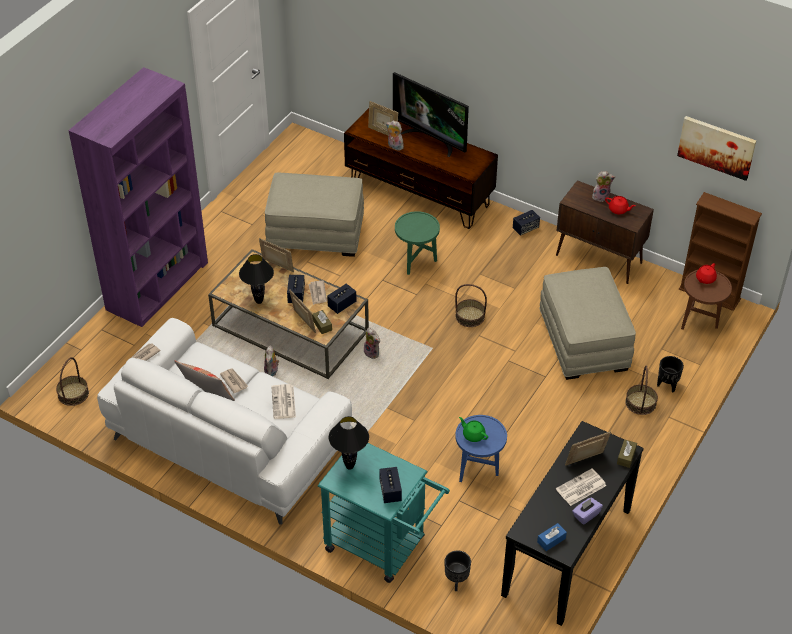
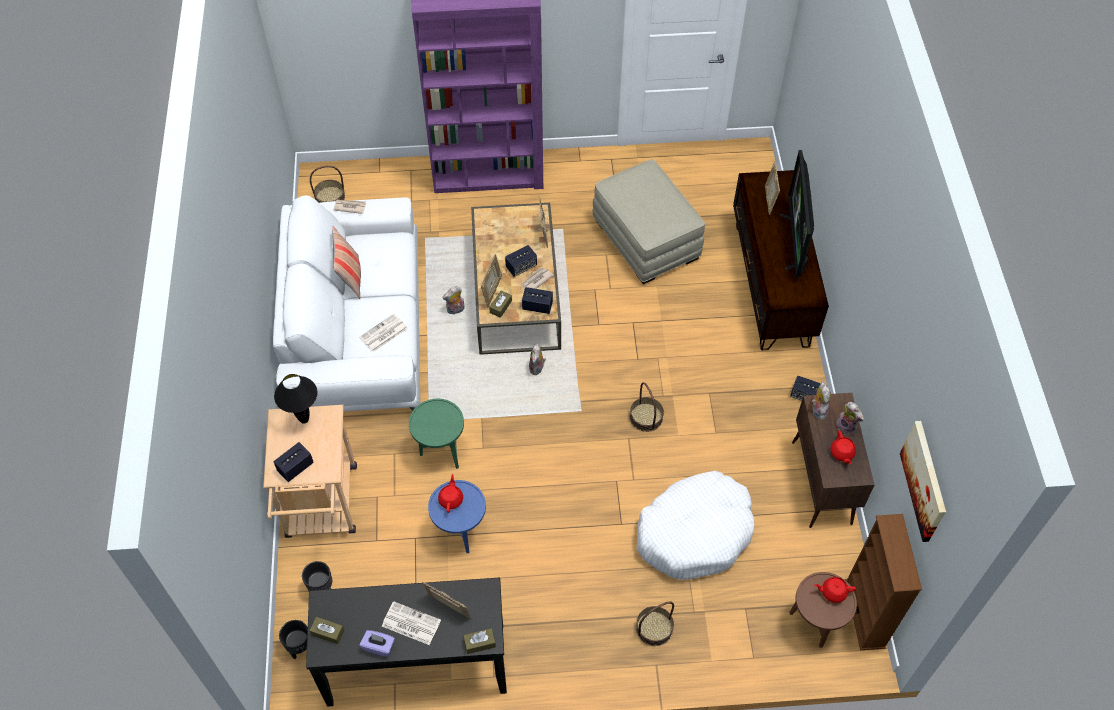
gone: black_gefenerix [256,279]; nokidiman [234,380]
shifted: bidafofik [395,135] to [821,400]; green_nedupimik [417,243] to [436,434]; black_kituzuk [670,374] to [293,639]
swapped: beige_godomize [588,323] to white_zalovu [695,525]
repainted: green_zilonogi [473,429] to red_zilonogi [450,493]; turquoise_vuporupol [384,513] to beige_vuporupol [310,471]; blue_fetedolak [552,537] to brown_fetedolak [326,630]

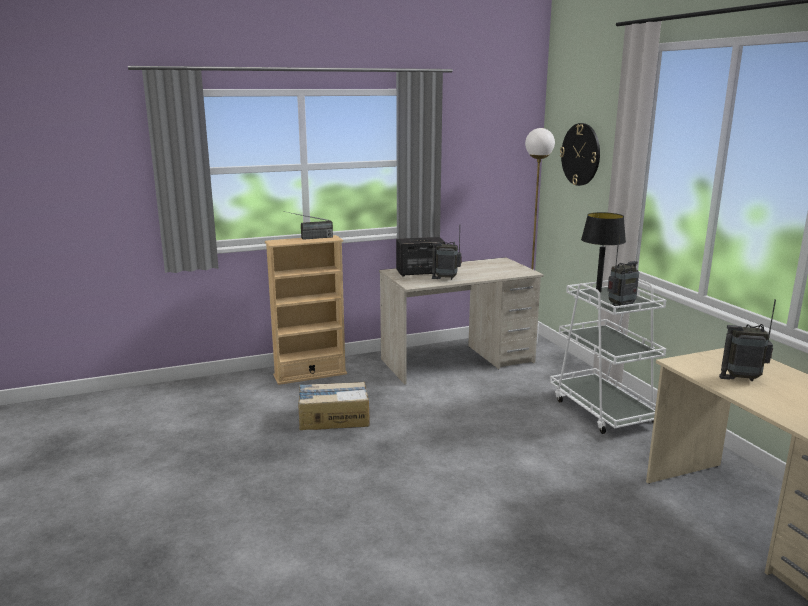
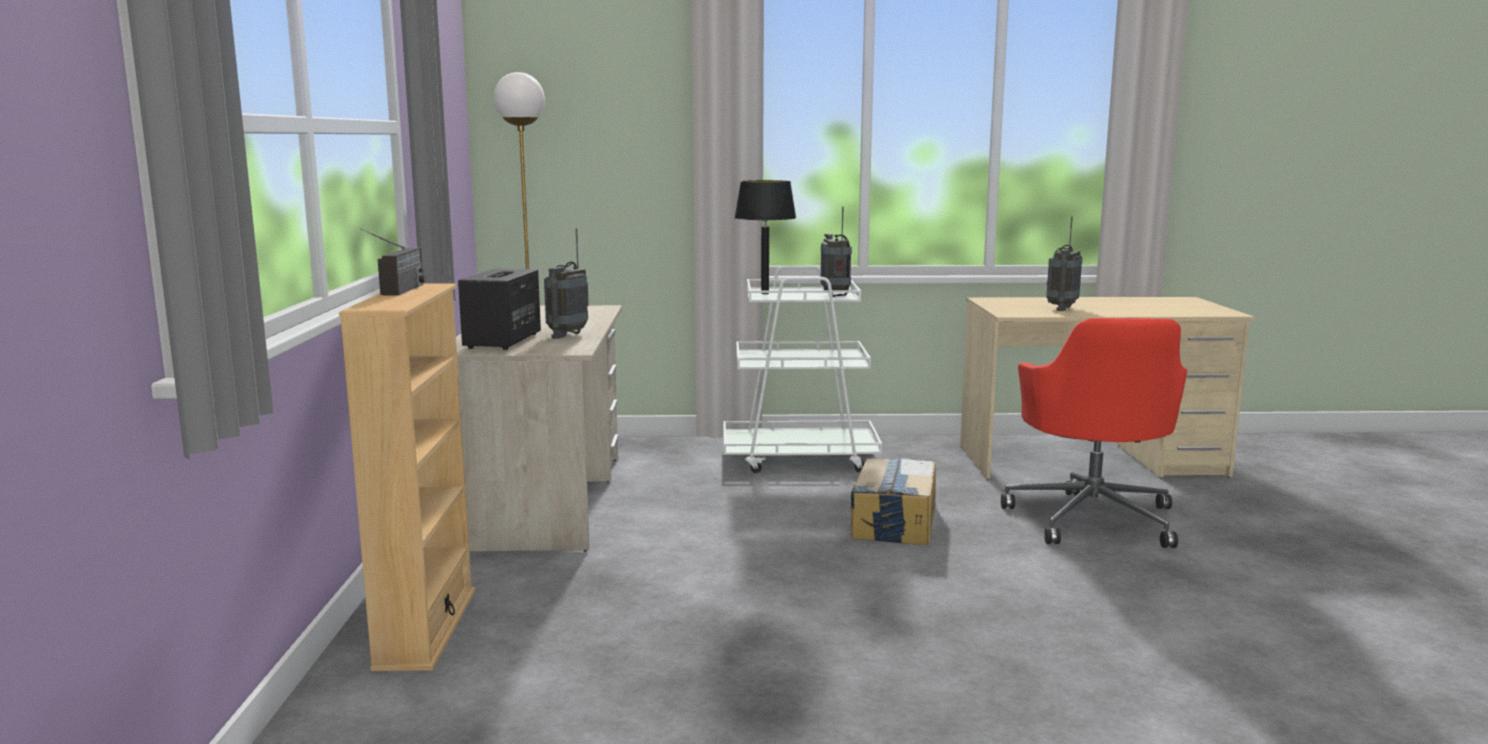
gone: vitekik [580,154]
new: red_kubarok [1094,433]
shifted: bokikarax [333,406] to [893,501]

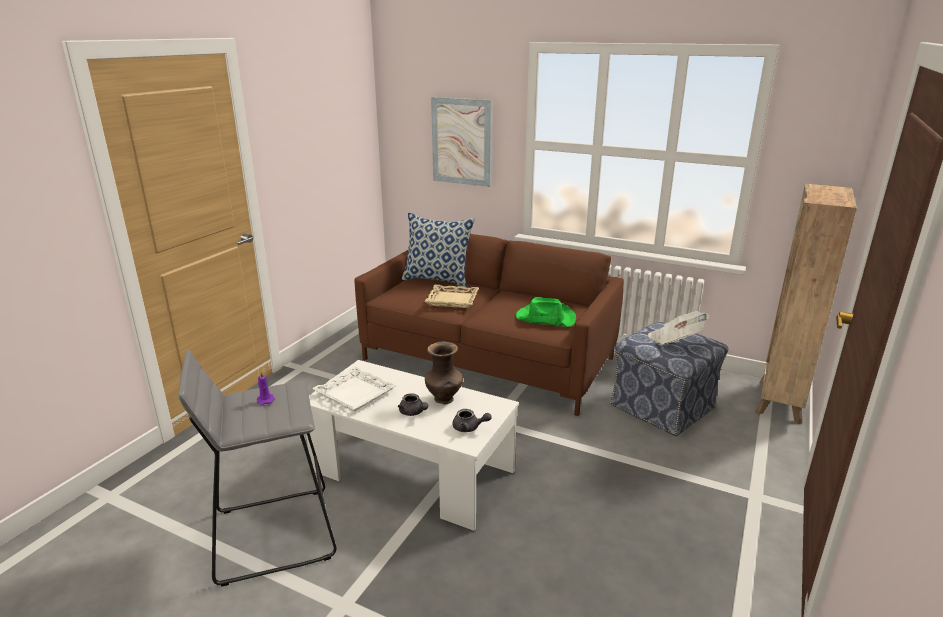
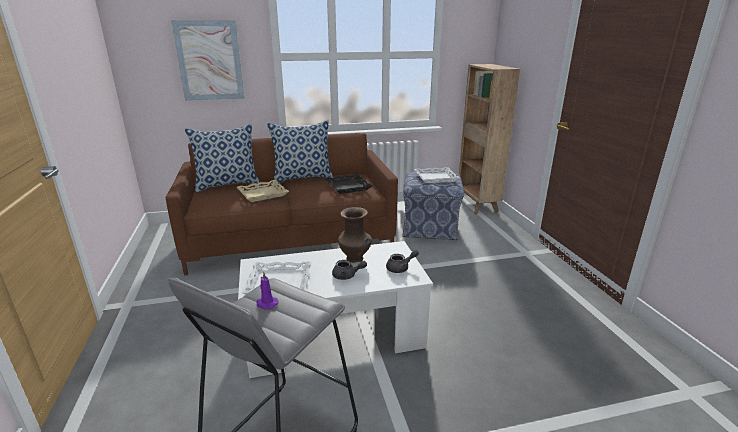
new: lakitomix [300,151]
swapped: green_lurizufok [546,312] to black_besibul [348,183]; nokidiman [679,328] to white_besibul [437,175]

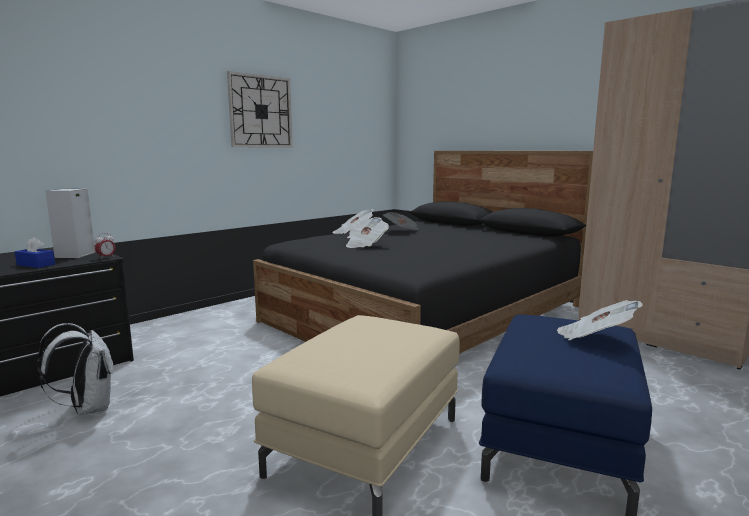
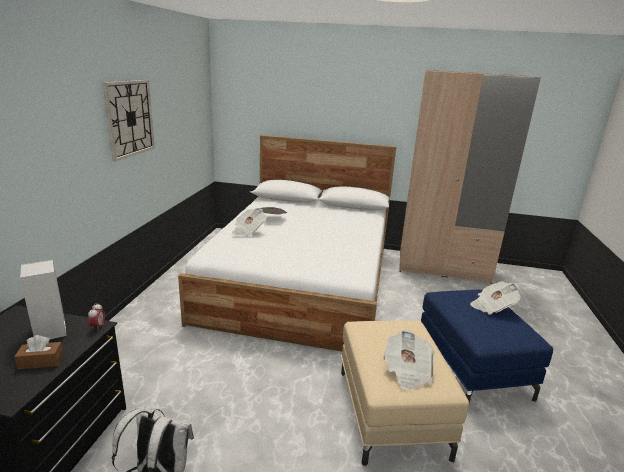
shifted: nokidiman [367,232] to [409,360]
repainted: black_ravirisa [423,252] to white_ravirisa [287,243]; blue_fetedolak [35,252] to brown_fetedolak [39,352]

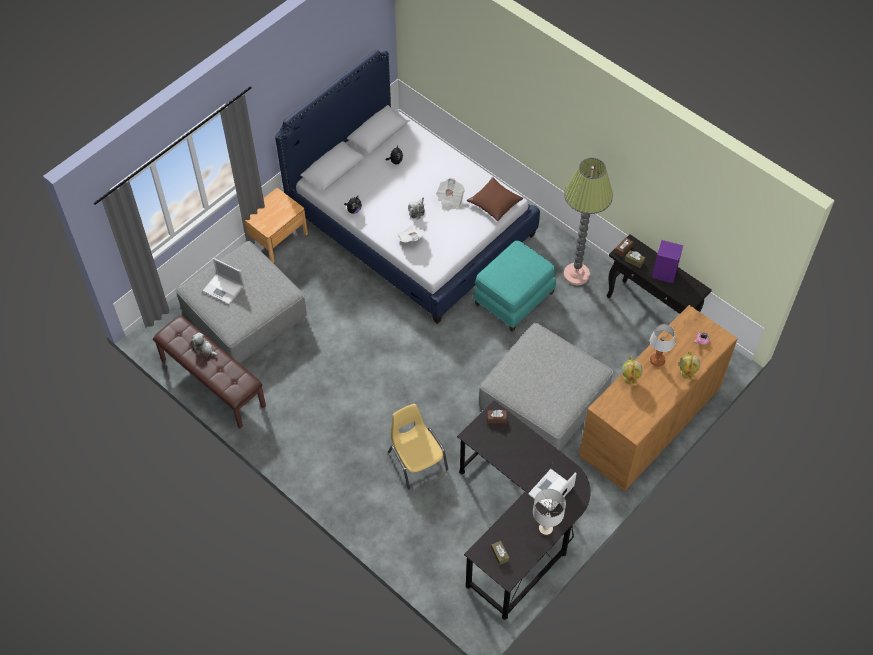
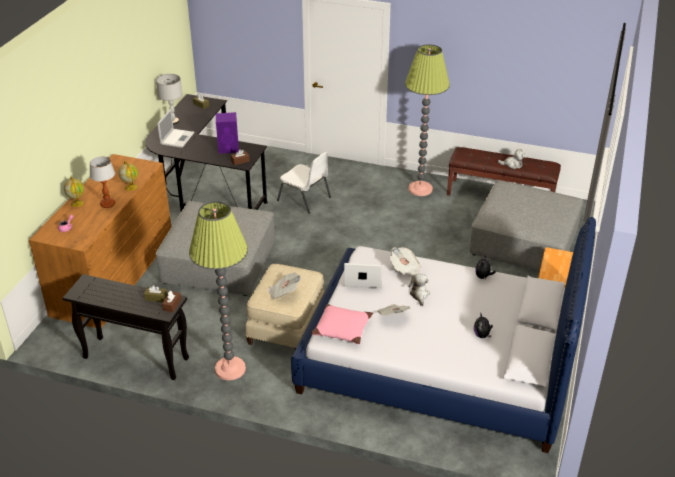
new: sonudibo [427,120]; nokidiman [284,286]
shifted: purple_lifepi [667,261] to [227,133]; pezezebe [223,281] to [363,275]
repainted: brown_lakitomix [495,199] to pink_lakitomix [342,324]; turquoise_godomize [514,286] to beige_godomize [285,307]; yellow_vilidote [418,446] to white_vilidote [304,183]

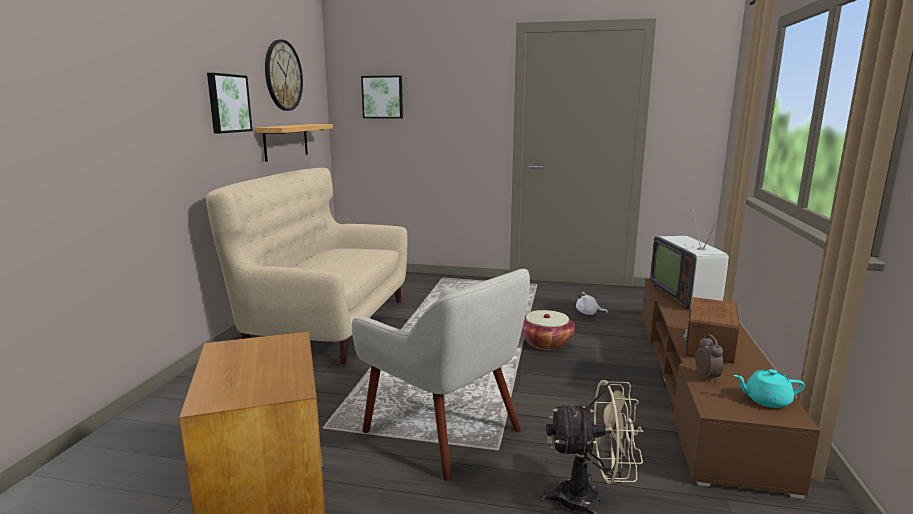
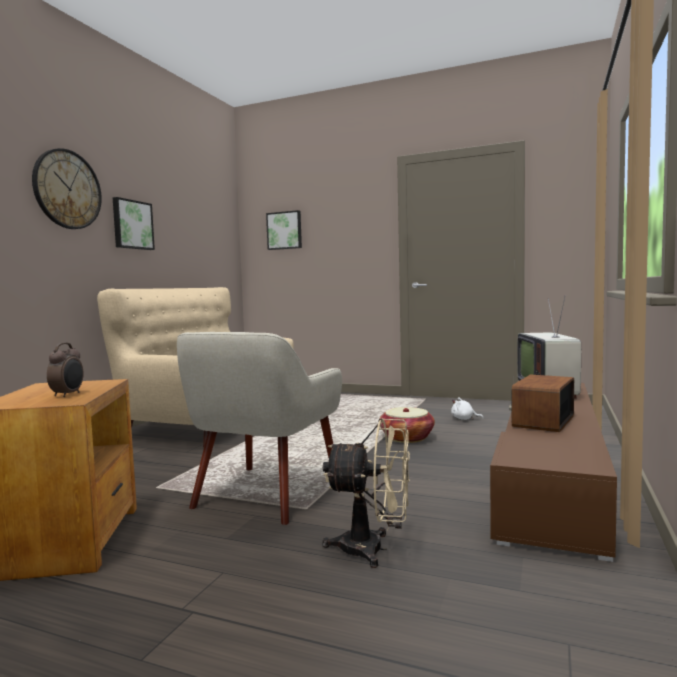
gone: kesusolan [294,143]; turquoise_zilonogi [769,388]
shifted: vitekik [284,75] to [67,188]; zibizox [710,358] to [65,370]
rotated: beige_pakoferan [441,375] = [259,428] 60 degrees clockwise

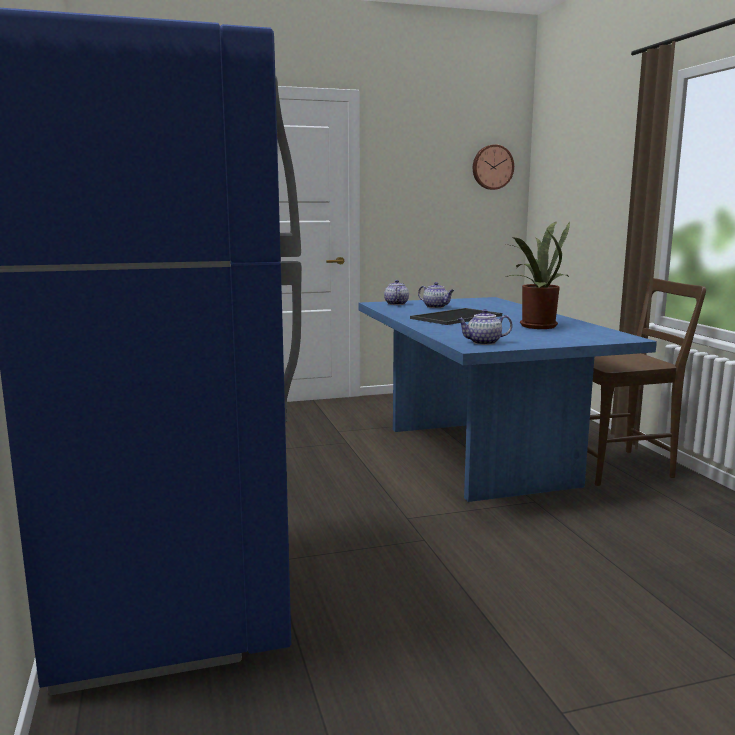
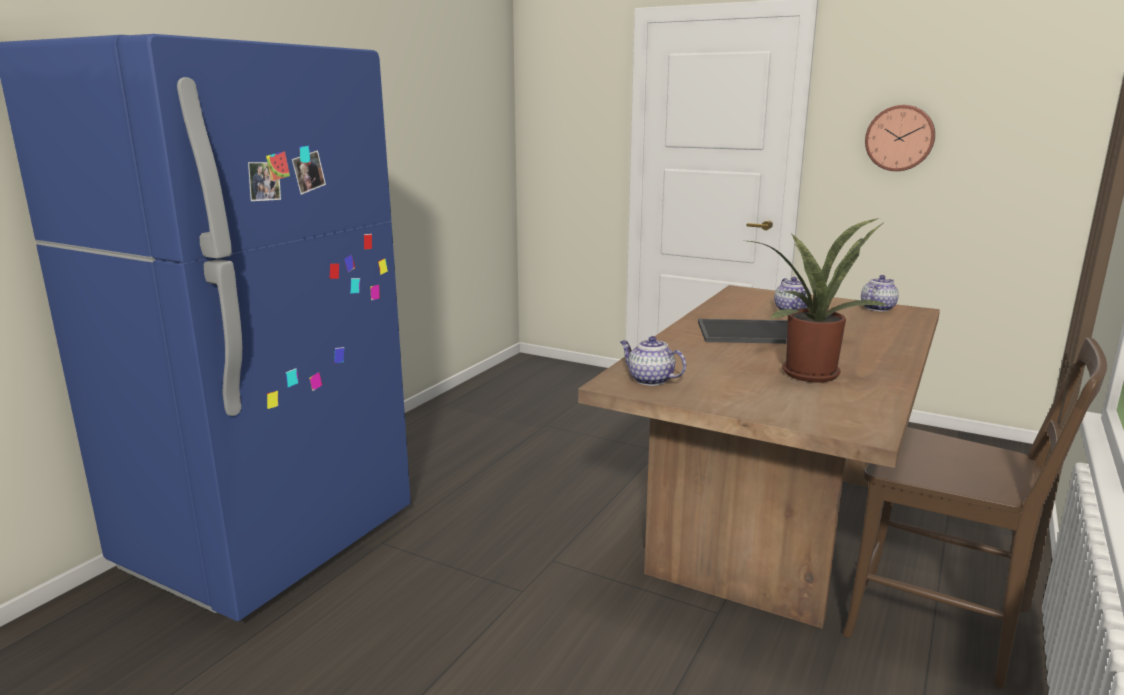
shifted: vitekik [493,167] to [900,138]; zilonogi [396,292] to [880,293]
repainted: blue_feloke [508,399] to brown_feloke [759,456]

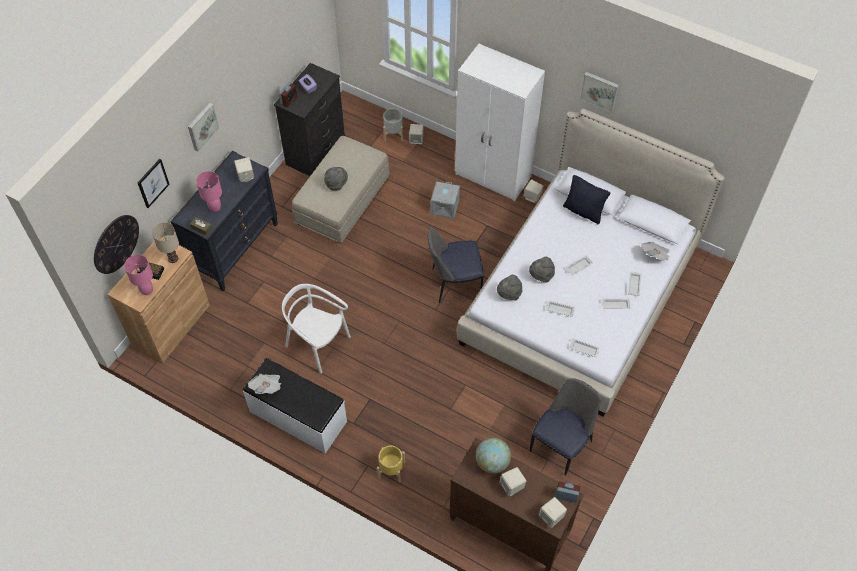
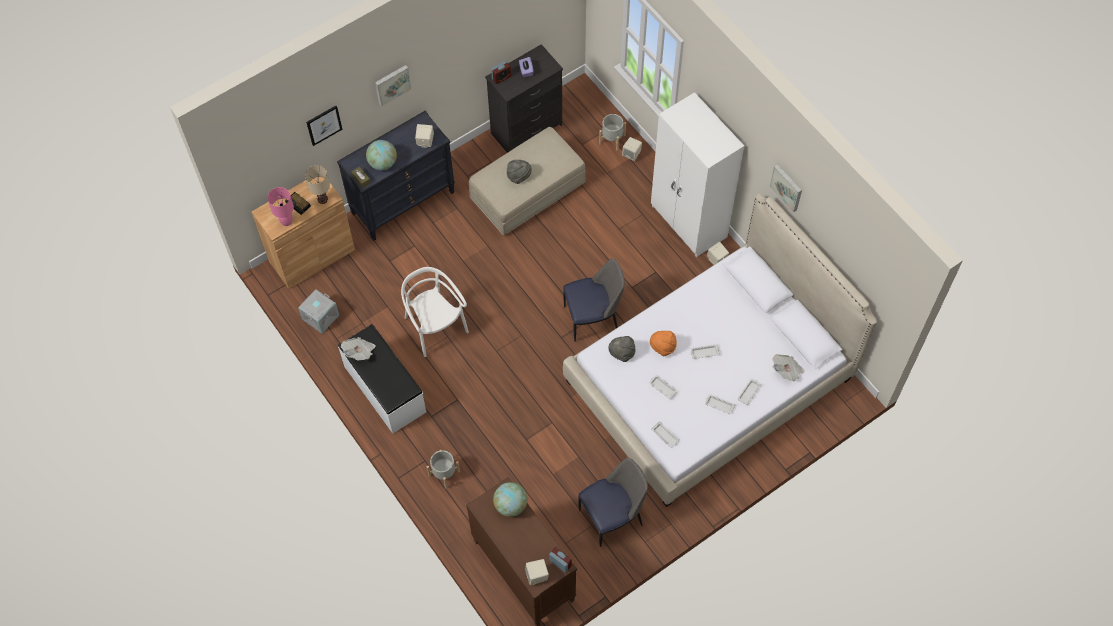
gone: black_lakitomix [586,199]; vitekik [116,244]; beige_lifepi [512,481]
shifted: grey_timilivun [445,200] to [318,311]
swapped: pink_gefenerix [209,191] to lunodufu [381,155]
repainted: grey_lurizufok [542,270] to orange_lurizufok [663,343]; yellow_kituzuk [391,464] to grey_kituzuk [443,469]
rotated: vilidote [456,265] = [594,299] 150 degrees clockwise

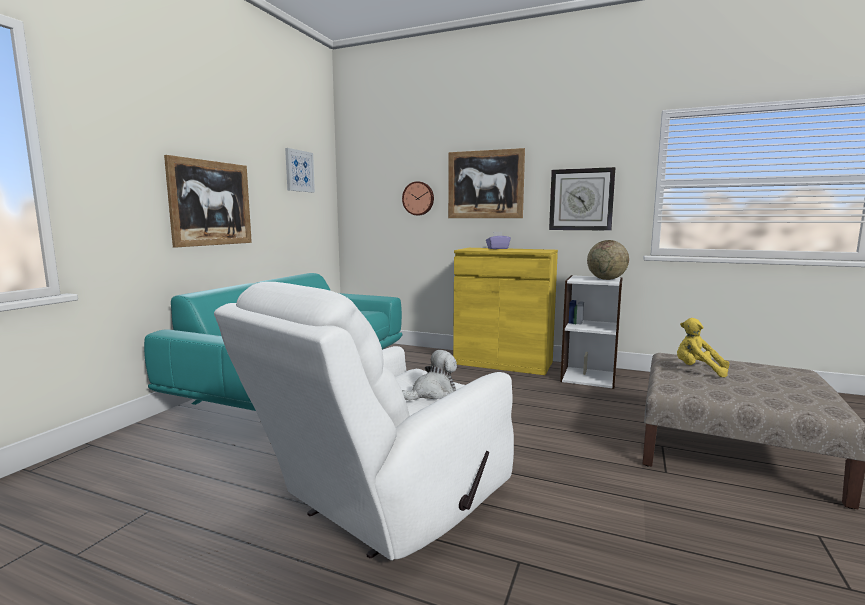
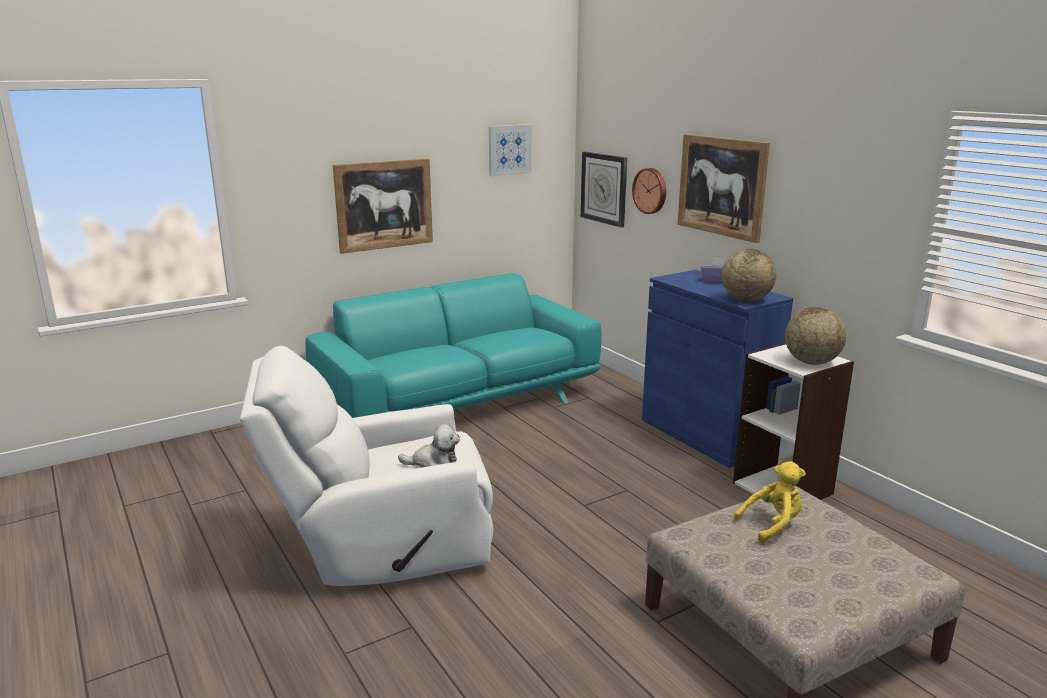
new: lunodufu [749,275]
shifted: vitekik [582,199] to [604,189]
repainted: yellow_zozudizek [505,311] to blue_zozudizek [717,369]
rotated: yellow_bidafofik [703,348] = [770,502] 90 degrees clockwise

